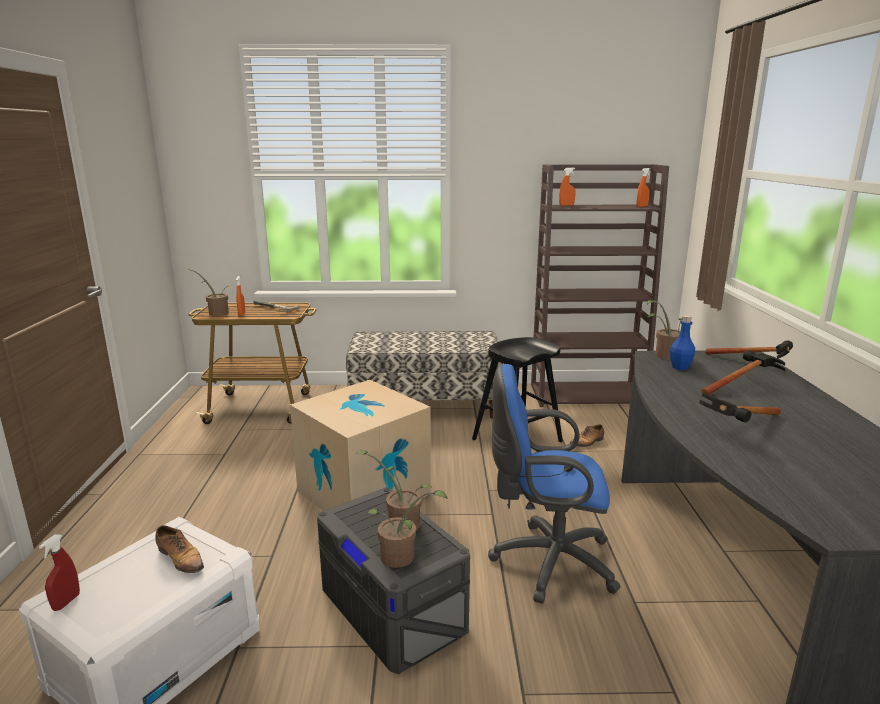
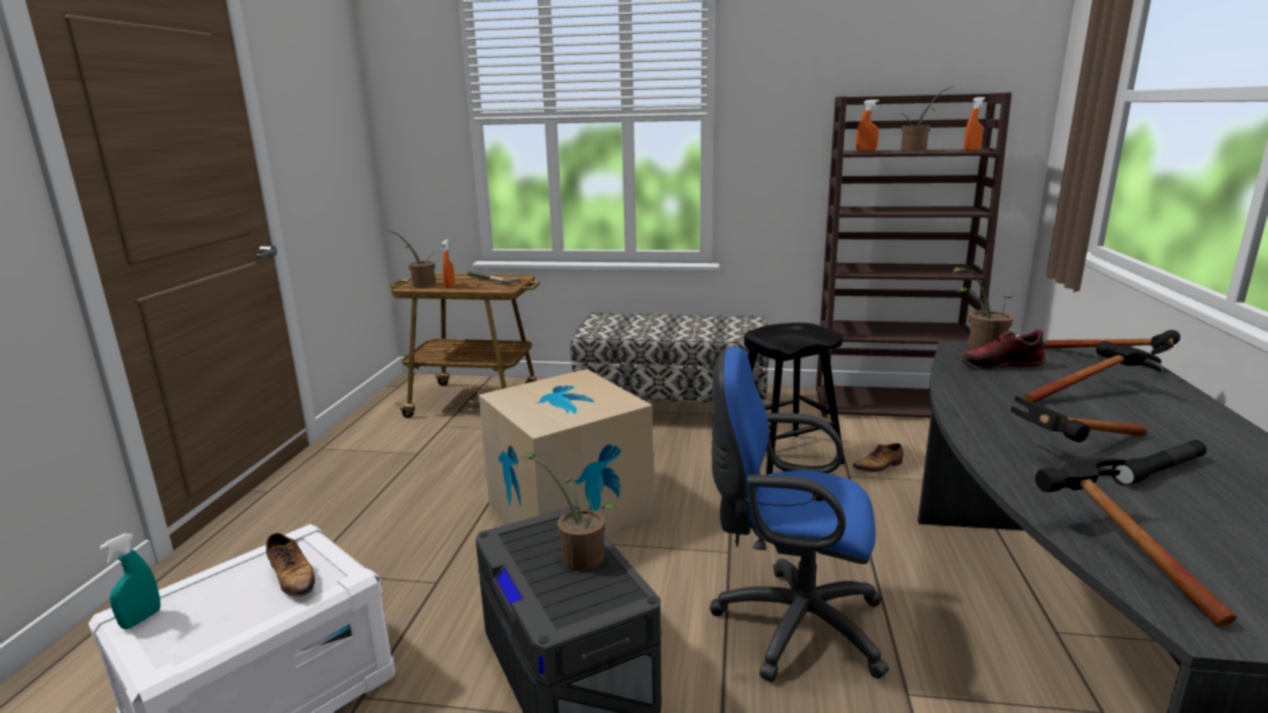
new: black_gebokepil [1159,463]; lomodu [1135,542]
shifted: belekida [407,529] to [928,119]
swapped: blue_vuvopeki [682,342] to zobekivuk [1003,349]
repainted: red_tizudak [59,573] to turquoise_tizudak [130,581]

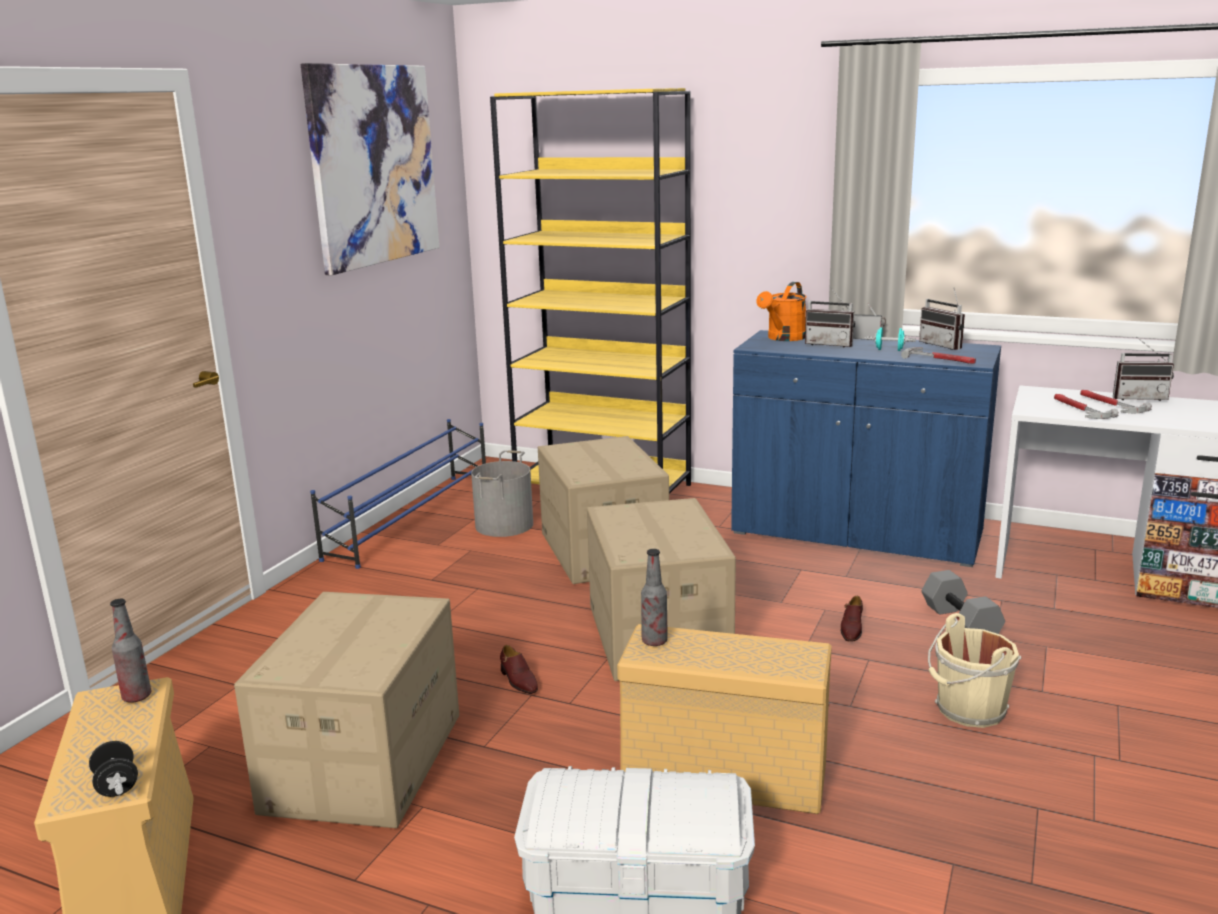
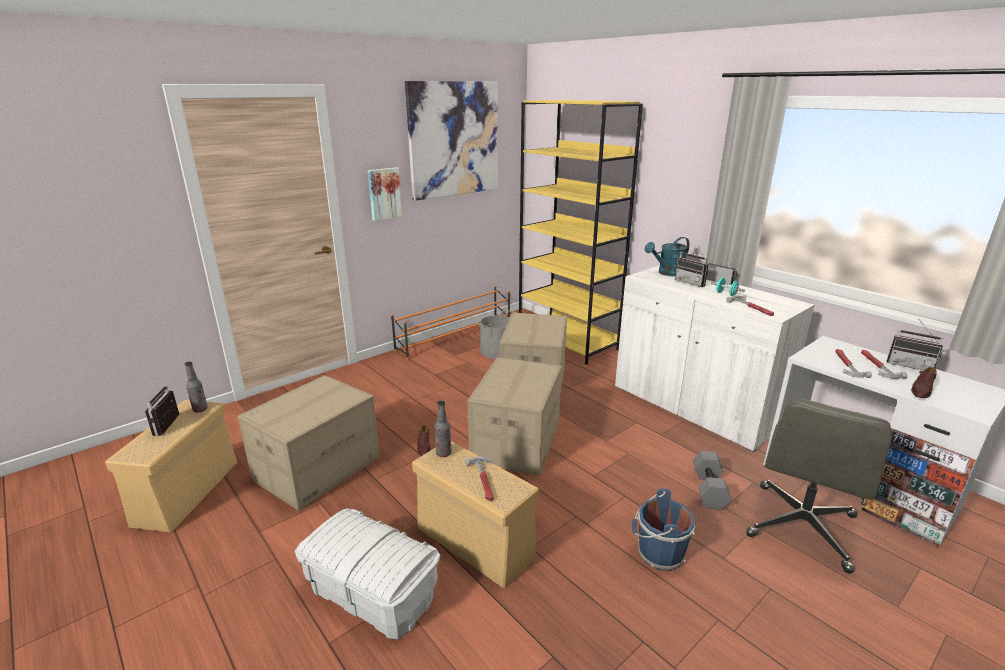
gone: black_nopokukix [113,769]
new: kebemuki [385,194]; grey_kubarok [819,485]; lomodu [480,479]
shifted: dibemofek [942,319] to [162,409]; brown_zobekivuk [852,618] to [924,382]
repainted: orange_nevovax [781,311] to turquoise_nevovax [667,256]; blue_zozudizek [866,448] to white_zozudizek [715,358]; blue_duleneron [398,494] to orange_duleneron [450,322]; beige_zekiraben [974,670] to blue_zekiraben [663,529]

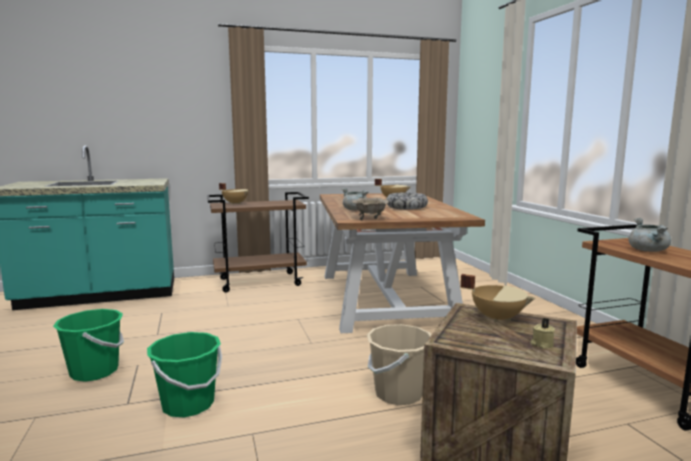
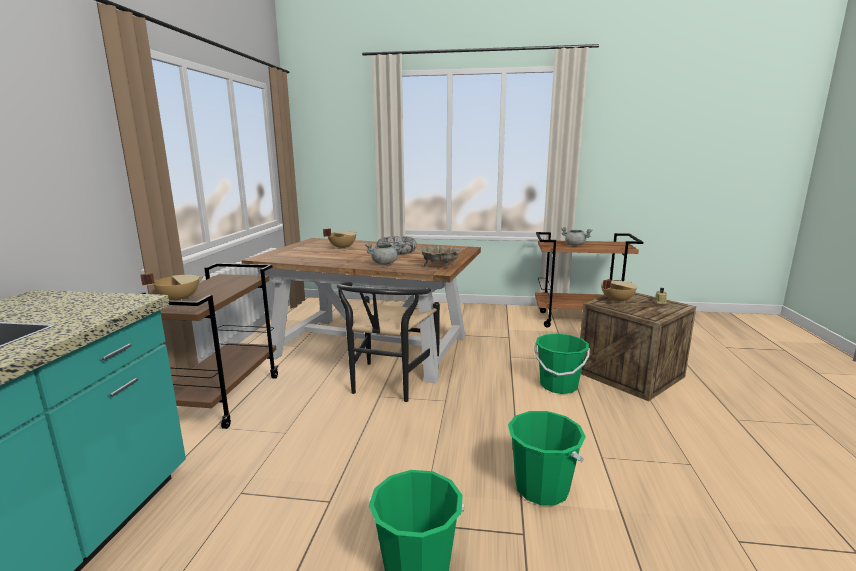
new: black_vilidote [388,342]
repainted: beige_zekiraben [399,364] to green_zekiraben [562,364]

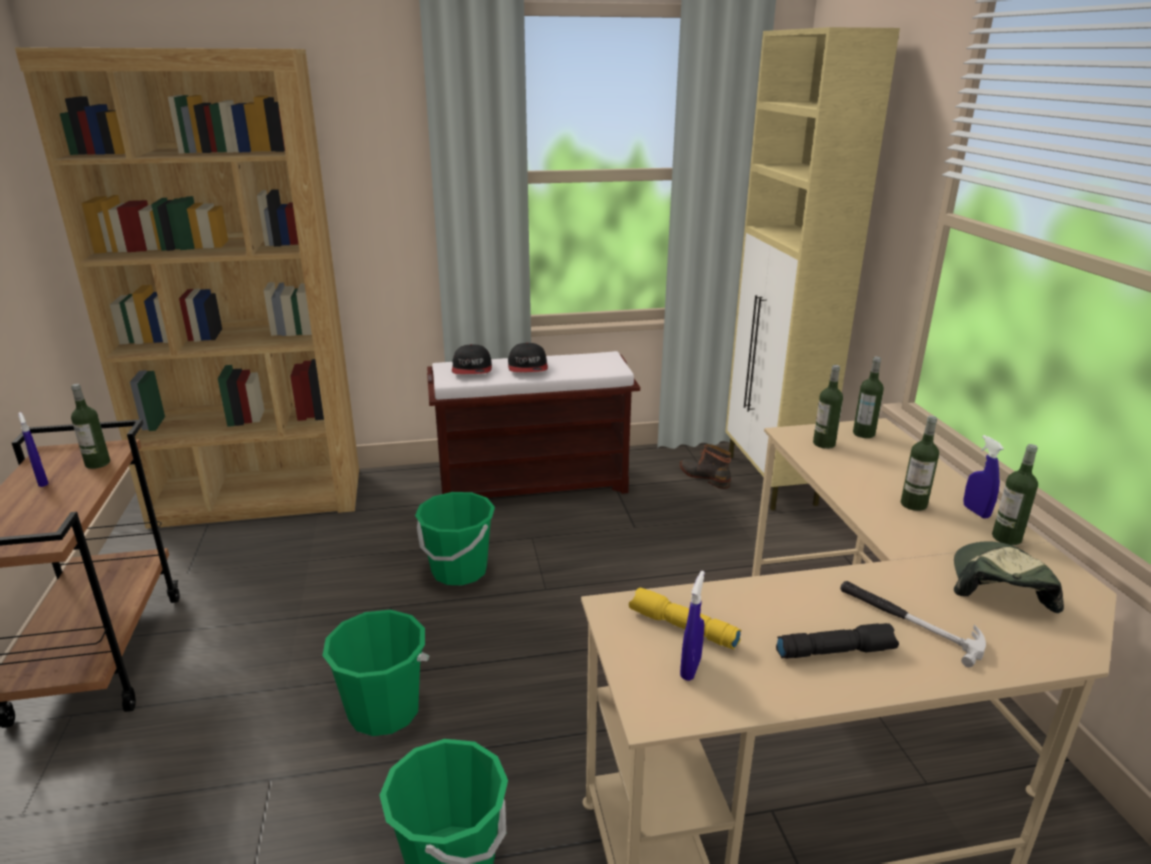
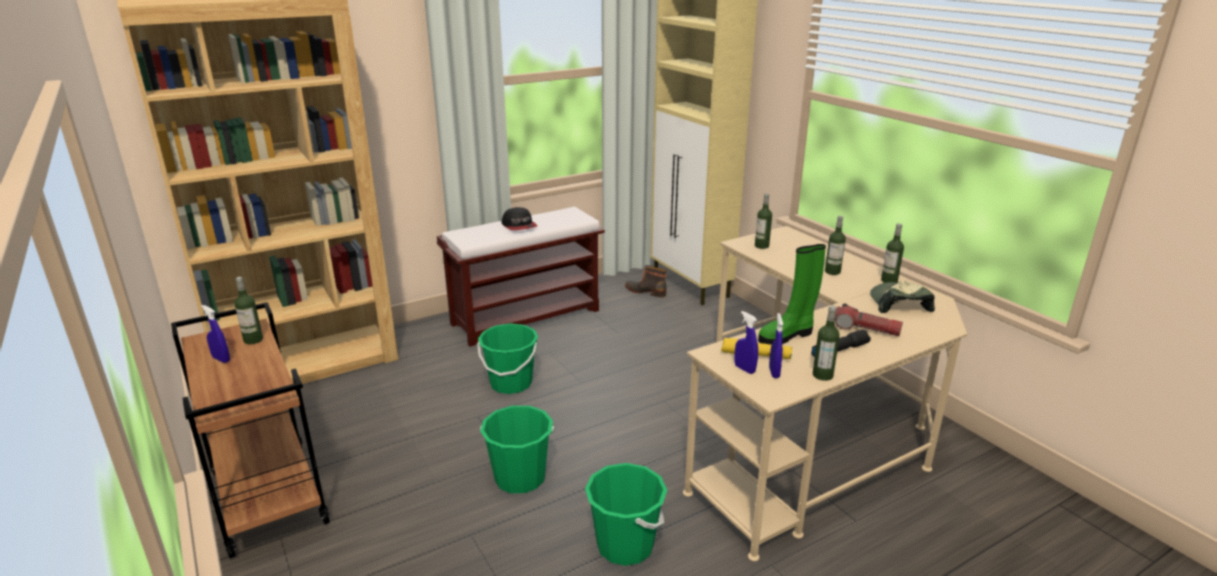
gone: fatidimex [472,359]
new: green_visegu [792,294]
shifted: vuvopeki [868,397] to [826,343]; blue_tizudak [984,477] to [746,342]
swapped: lomodu [913,624] to gebokepil [869,319]

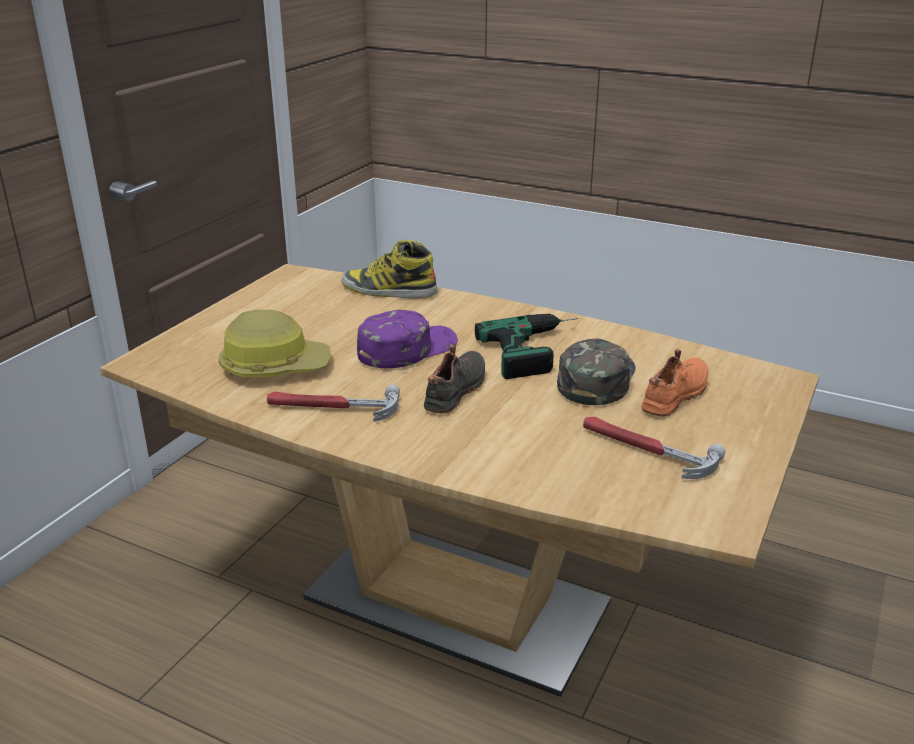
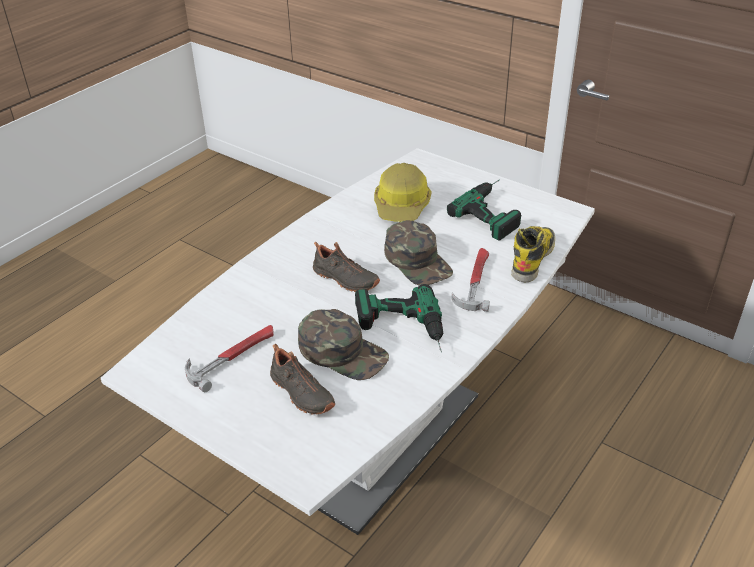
new: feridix [484,210]
shifted: lomodu [333,403] to [470,280]
repainted: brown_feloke [459,480] to white_feloke [348,341]; purple_fatidimex [407,339] to green_fatidimex [418,252]; orange_zobekivuk [674,382] to black_zobekivuk [302,379]

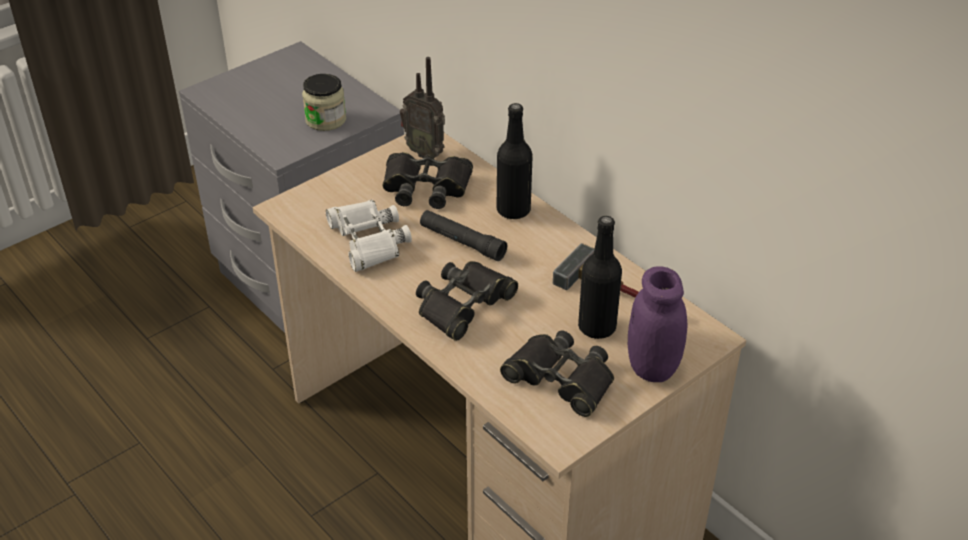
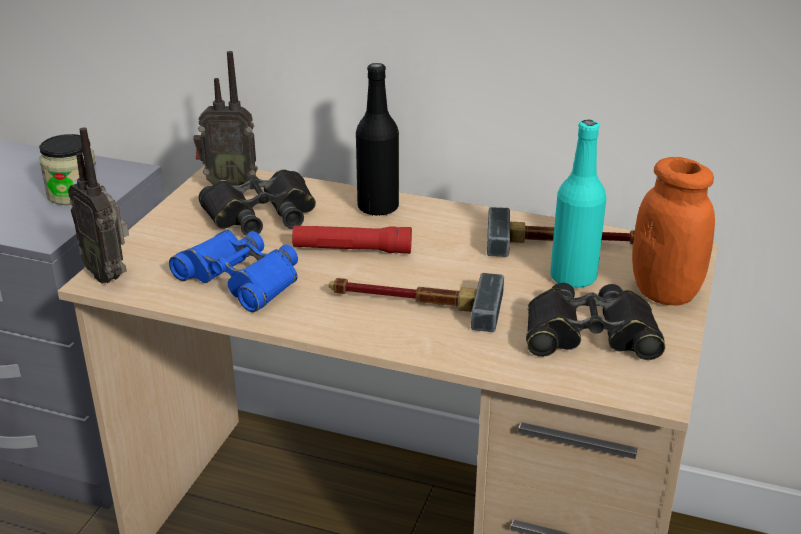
new: dibemofek [98,205]
swapped: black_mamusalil [467,301] to lomodu [416,302]
repainted: white_mamusalil [369,236] to blue_mamusalil [233,271]; black_gebokepil [463,235] to red_gebokepil [352,240]; black_vuvopeki [600,277] to turquoise_vuvopeki [578,204]; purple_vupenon [657,324] to orange_vupenon [673,231]

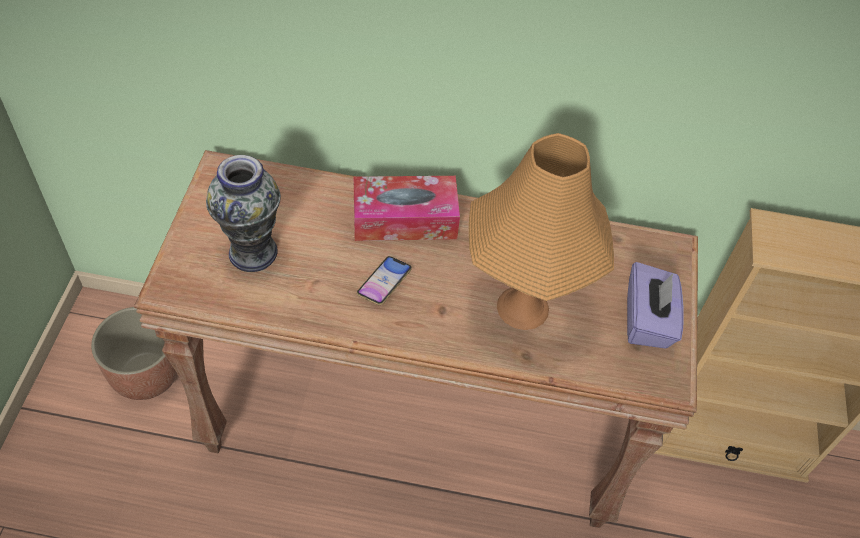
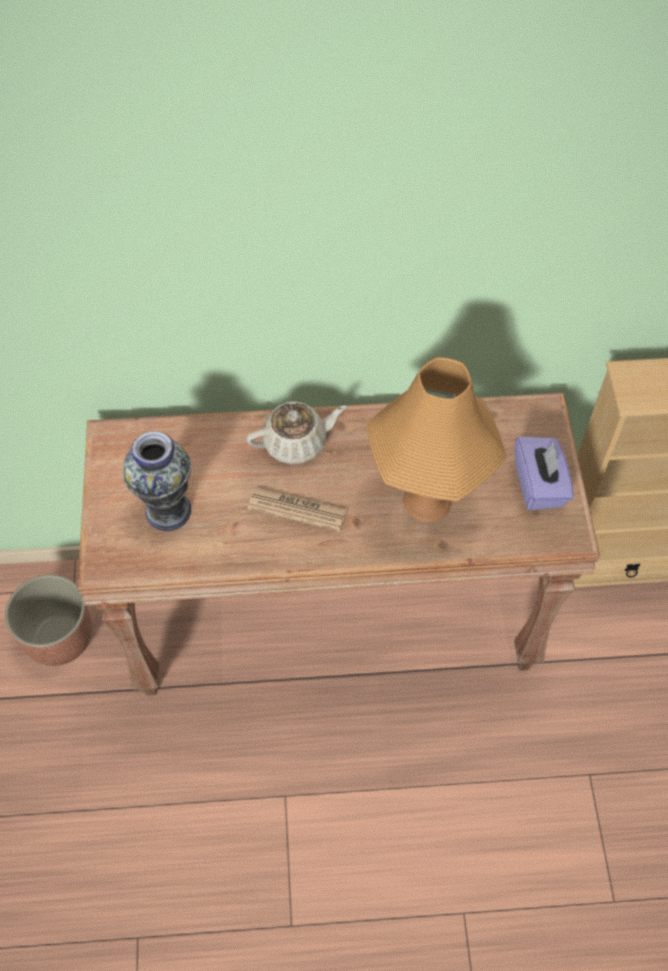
swapped: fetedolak [407,208] to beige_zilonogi [296,432]; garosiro [384,280] to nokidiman [297,509]

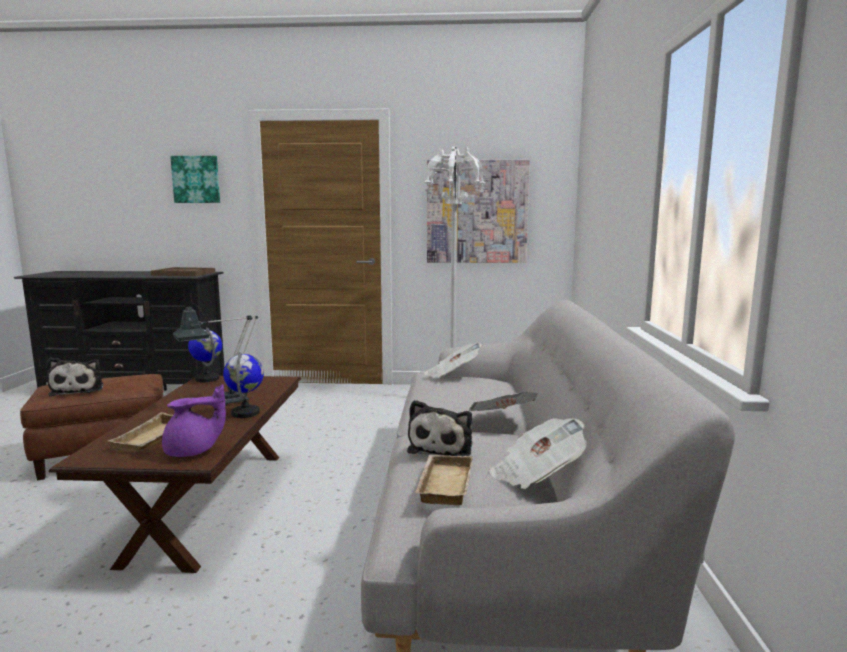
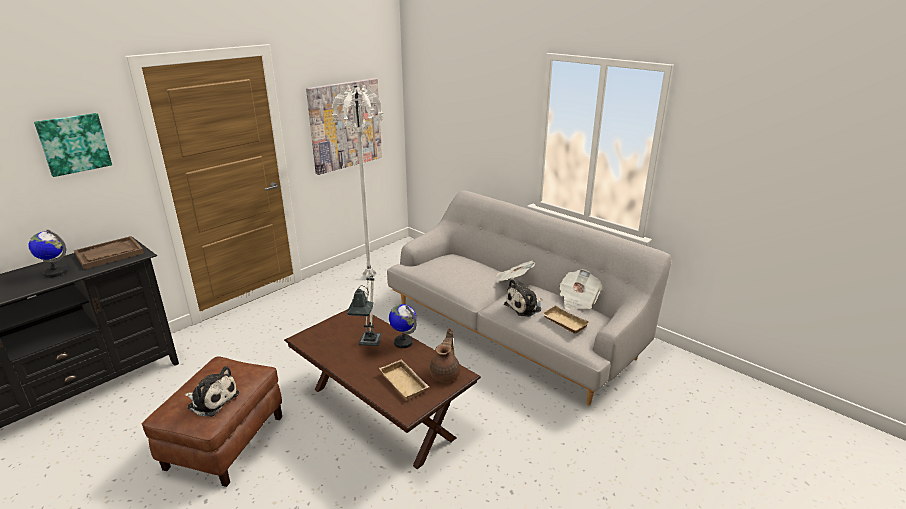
gone: nokidiman [453,360]
shifted: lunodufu [205,354] to [48,253]
repainted: purple_zilonogi [194,420] to brown_zilonogi [445,355]
rotated: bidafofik [439,428] = [523,298] 90 degrees clockwise

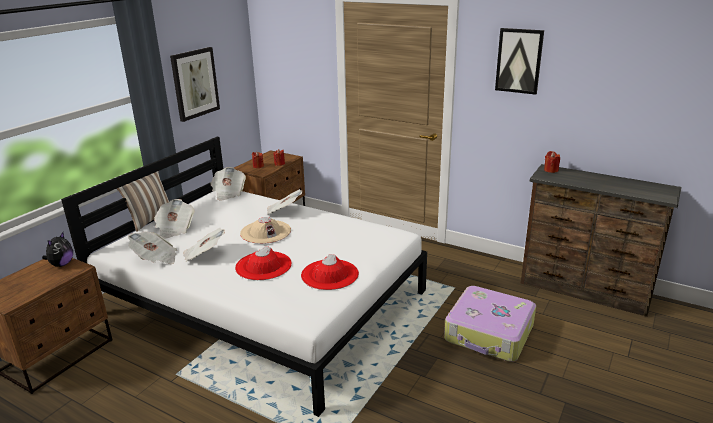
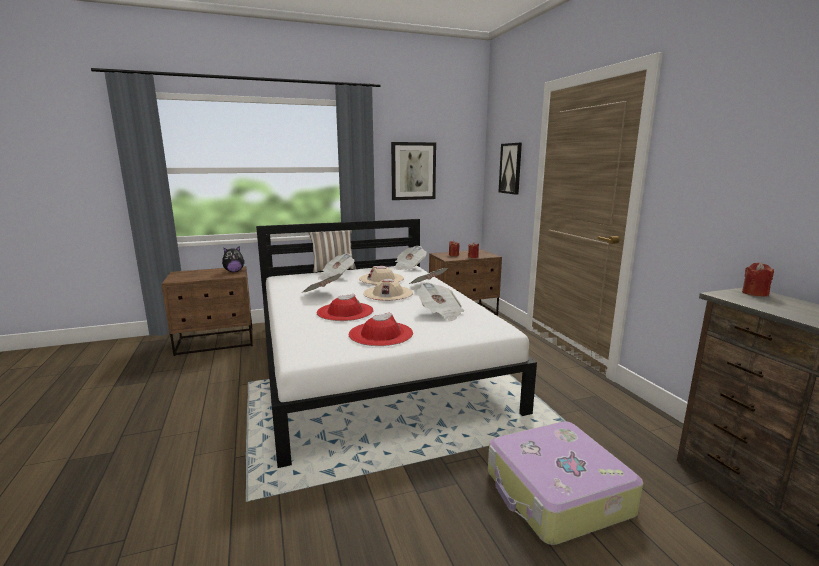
new: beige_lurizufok [381,275]
shifted: kebemuki [519,61] to [510,169]; nokidiman [152,248] to [440,301]

